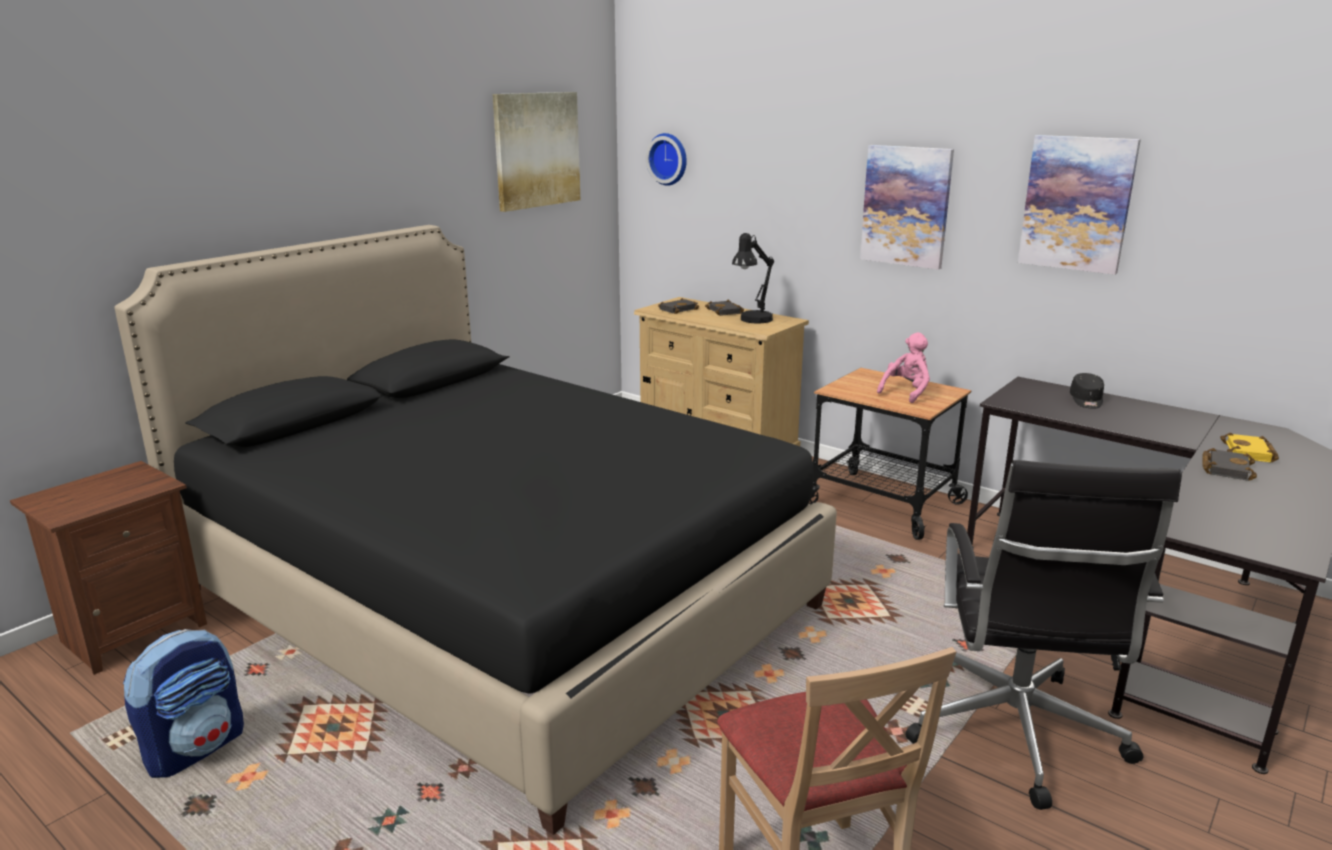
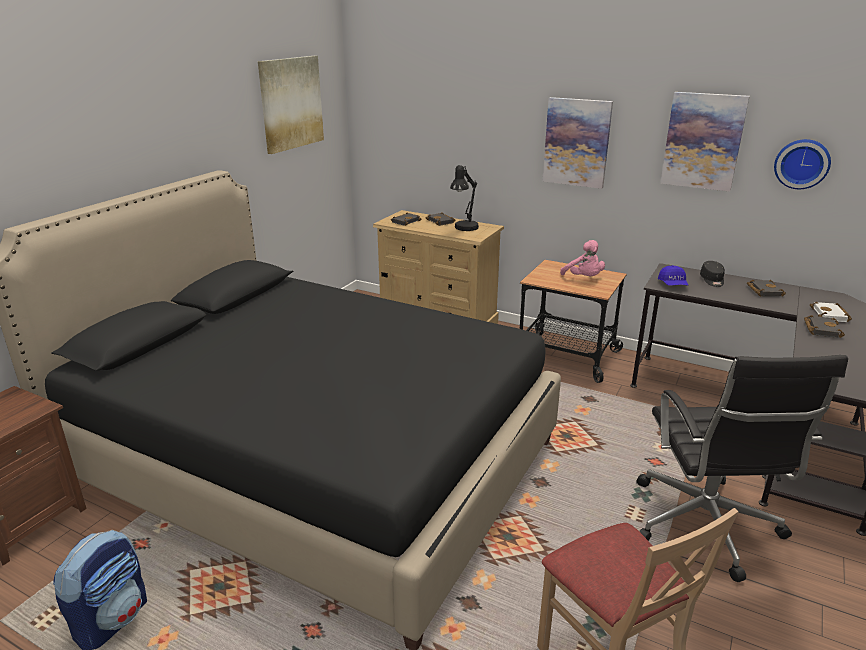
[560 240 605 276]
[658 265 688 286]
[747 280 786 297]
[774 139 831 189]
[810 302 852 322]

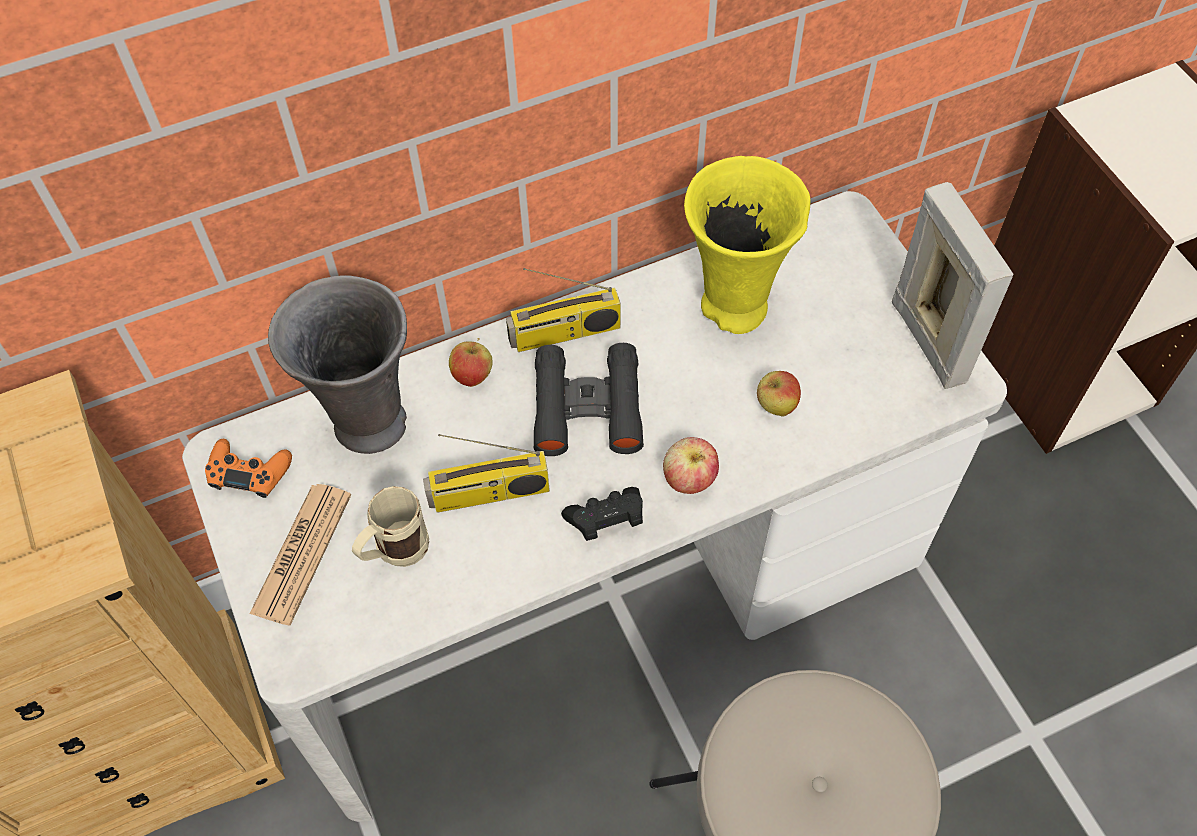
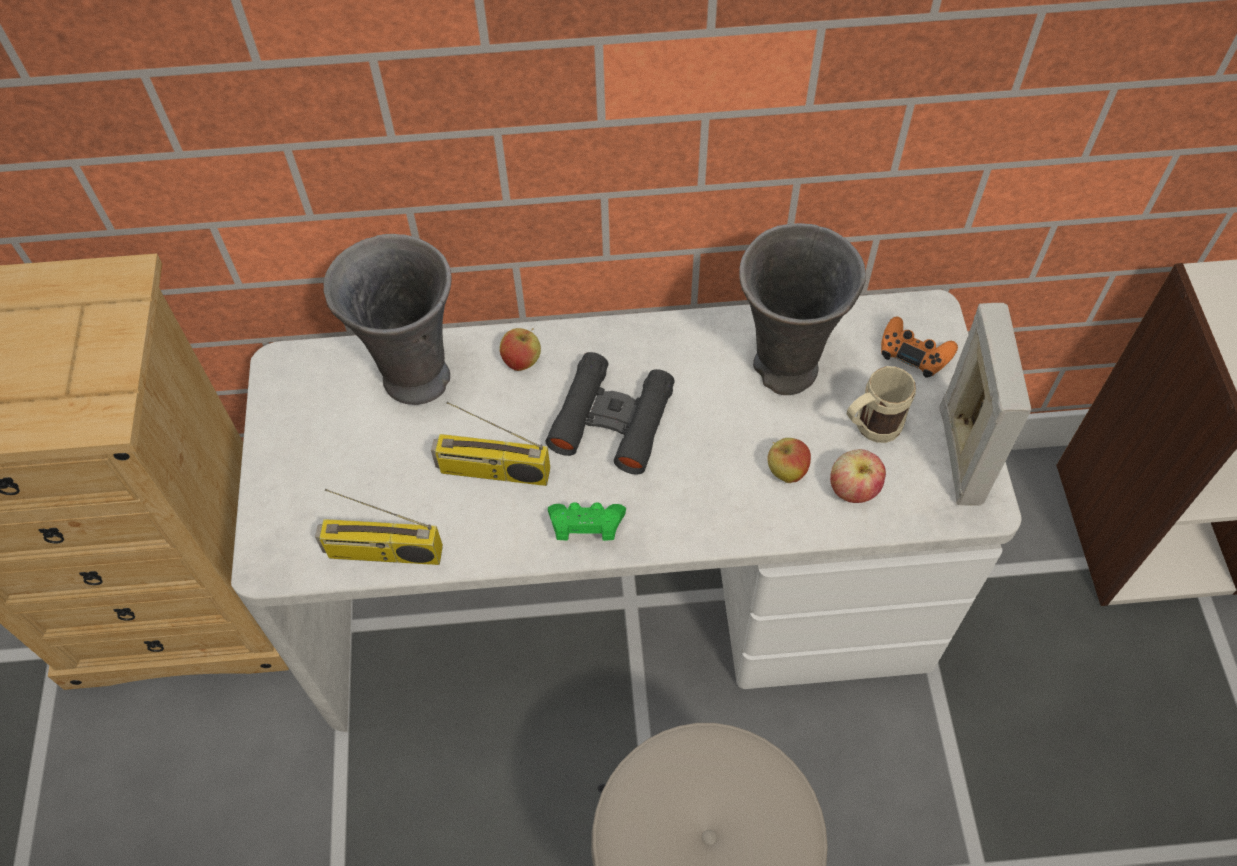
[315 489 443 565]
[548 502 626 541]
[739 223 866 395]
[830 449 886 503]
[847 366 916 443]
[881 317 958 378]
[249 484 351 625] (first image)

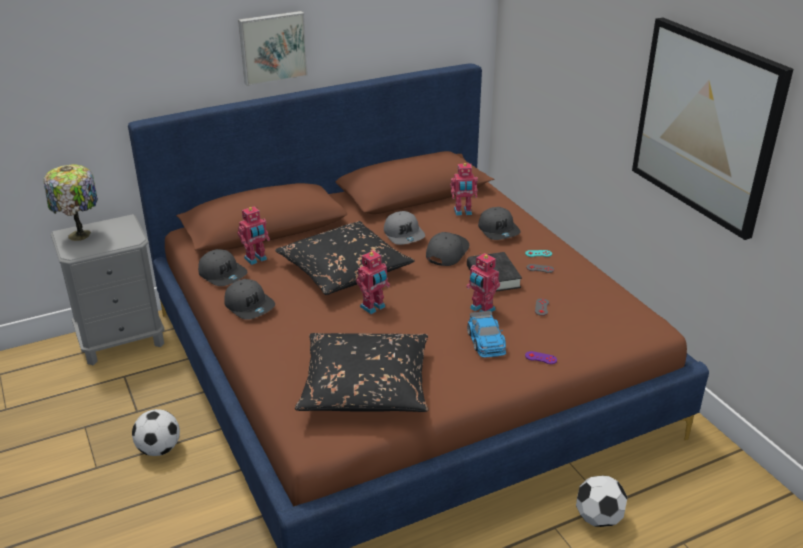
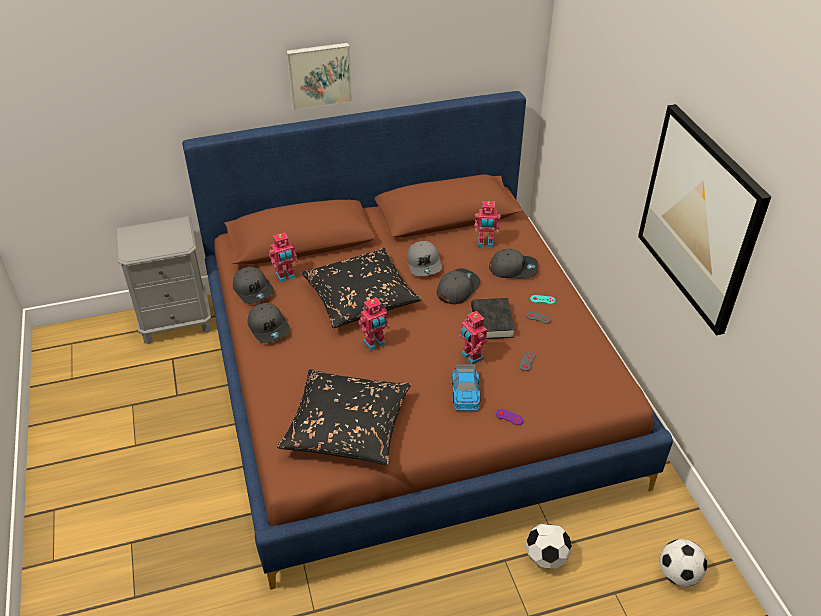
[489 248 538 279]
[660 539 707 586]
[44 164 98 241] (first image)

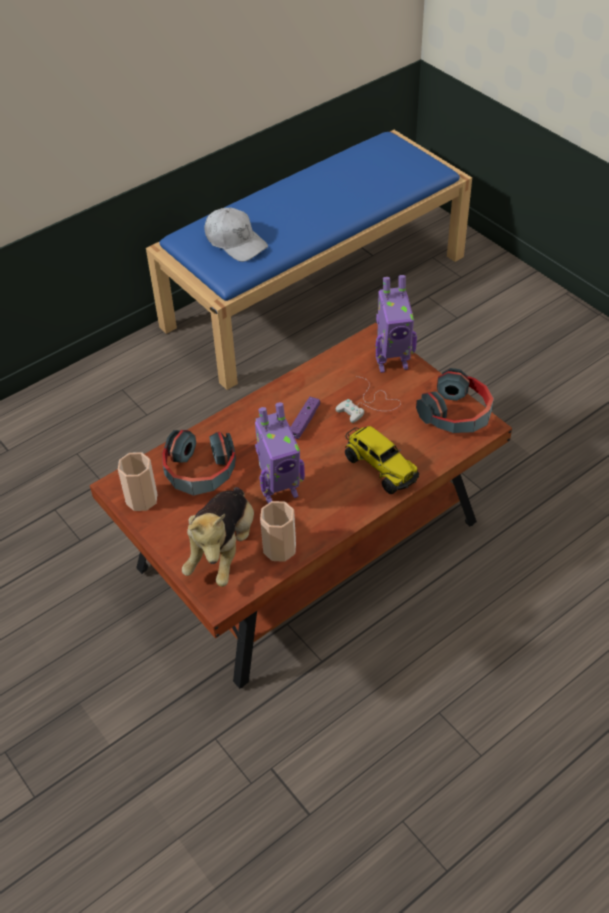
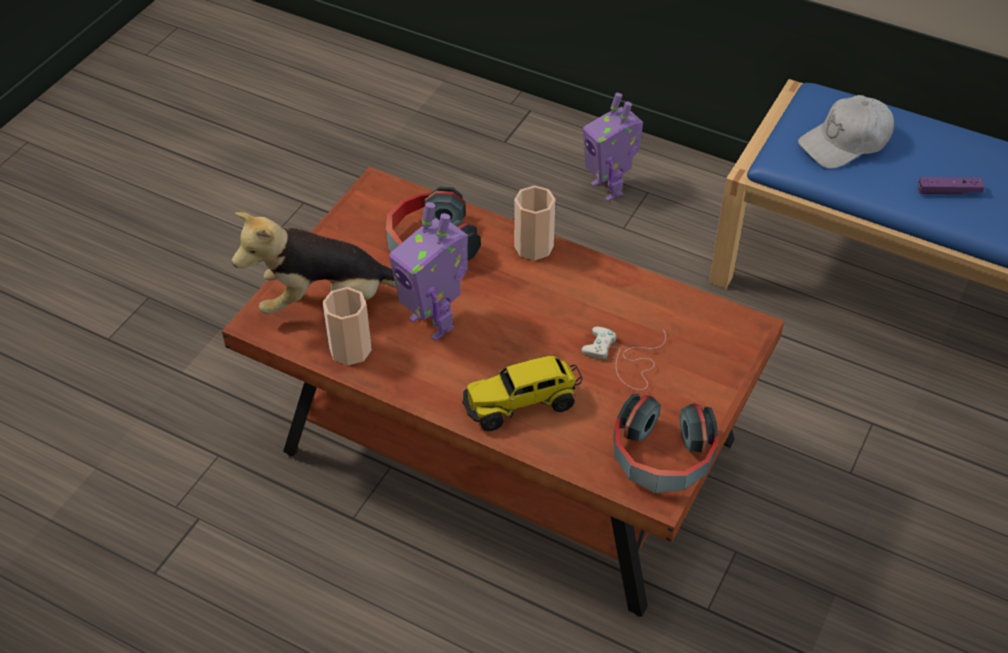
[462 356 582 431]
[514 186 555 260]
[583 92 643 201]
[798 95 894 169]
[918 177 985 194]

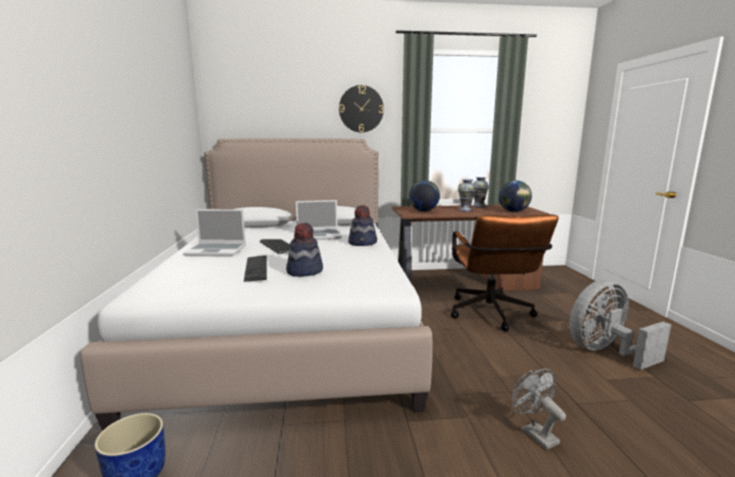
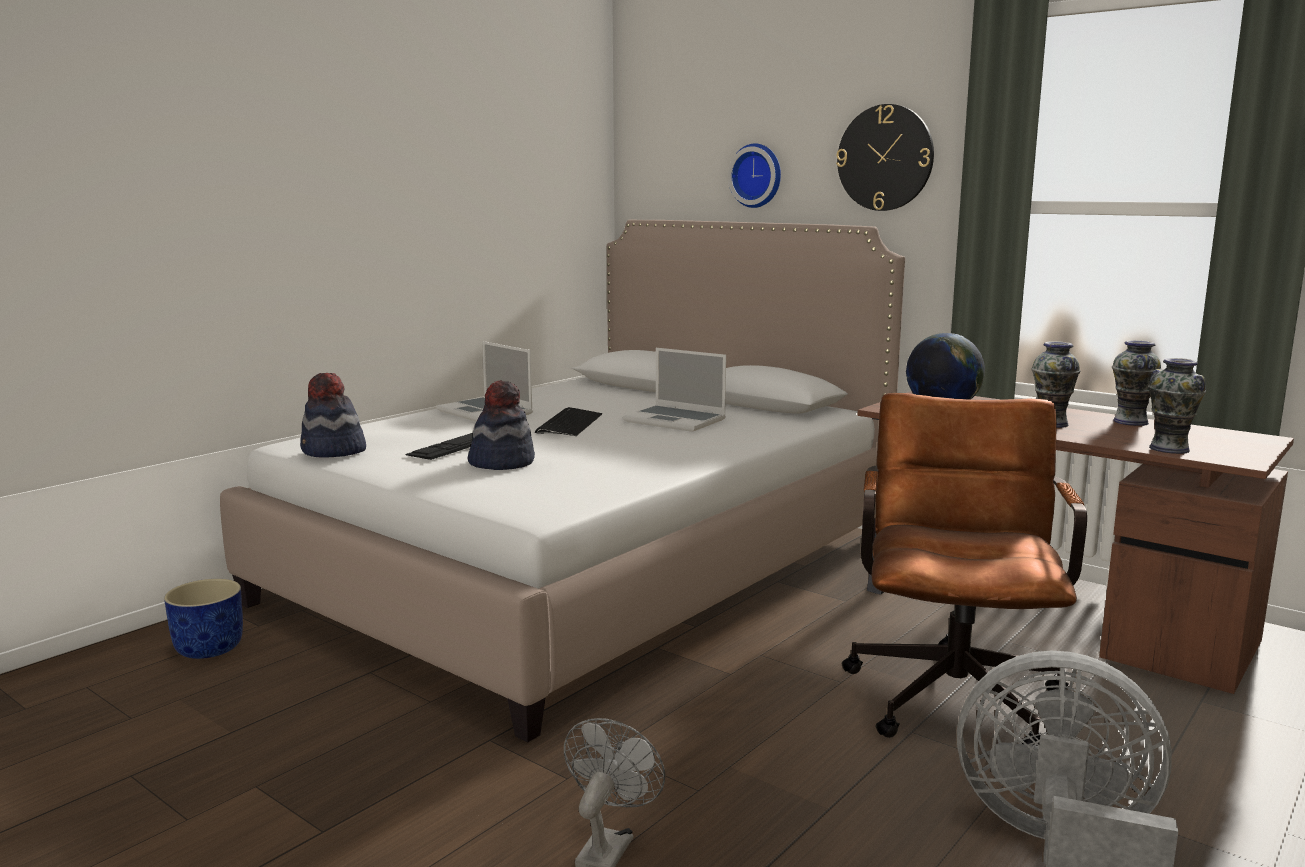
[300 373 366 457]
[728 144 781 208]
[841 393 1087 746]
[1148 358 1206 454]

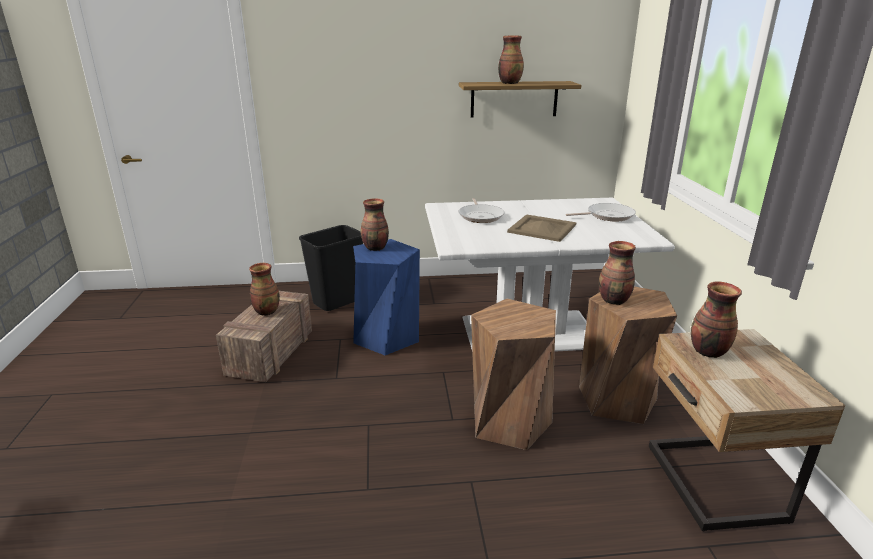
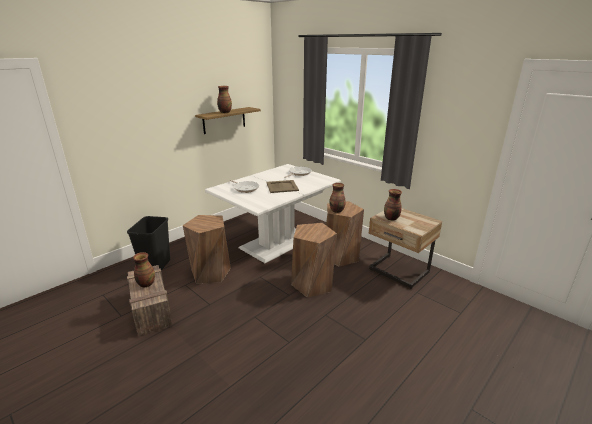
[183 215 231 284]
[361 198 389 251] (first image)

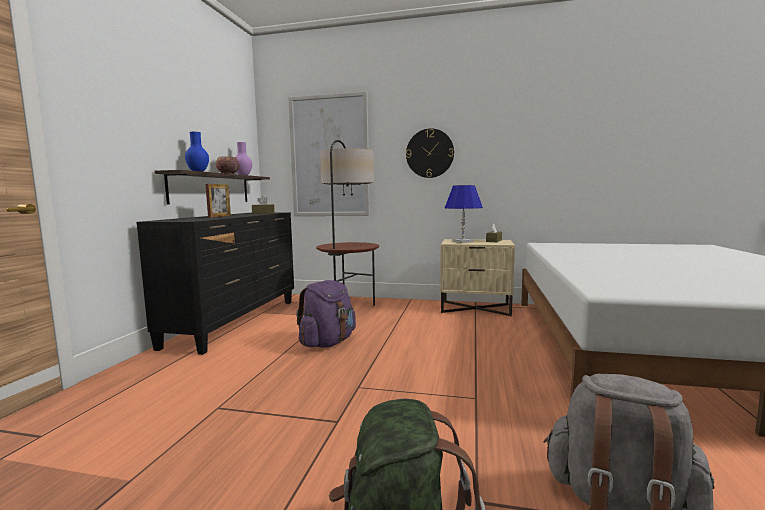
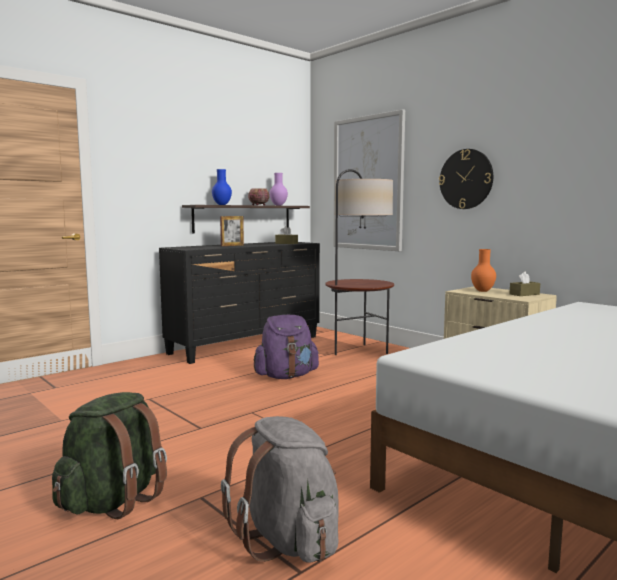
[471 249 496 292]

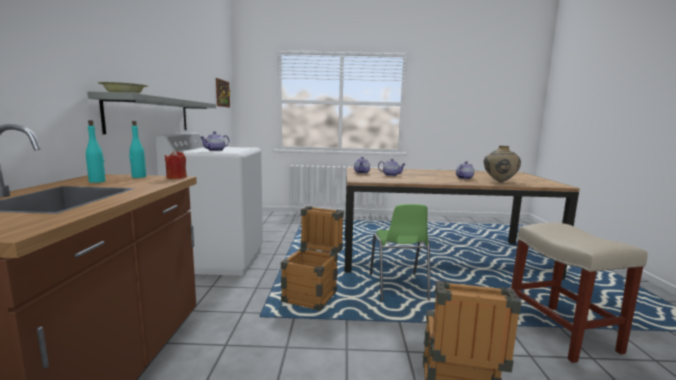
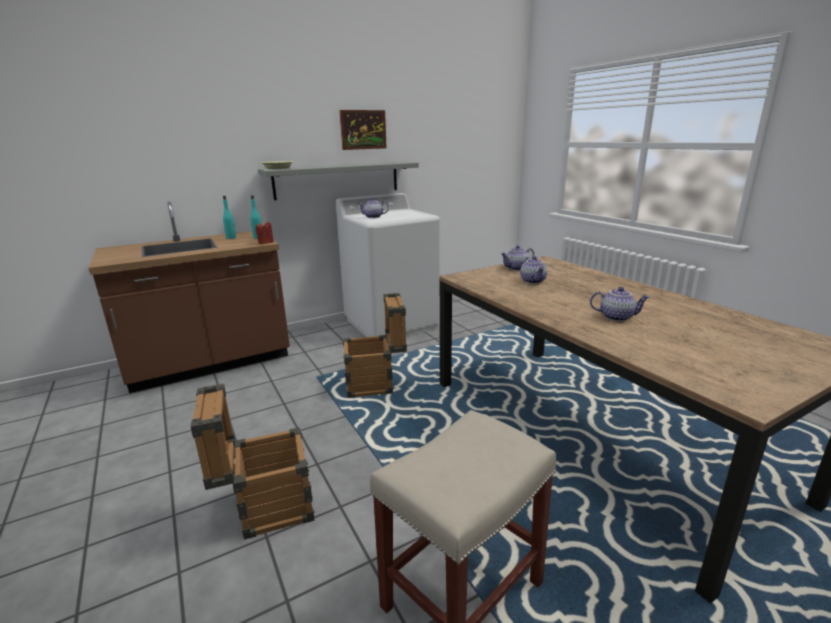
[340 110 387 150]
[370 204 430 301] (first image)
[484 146 521 182] (first image)

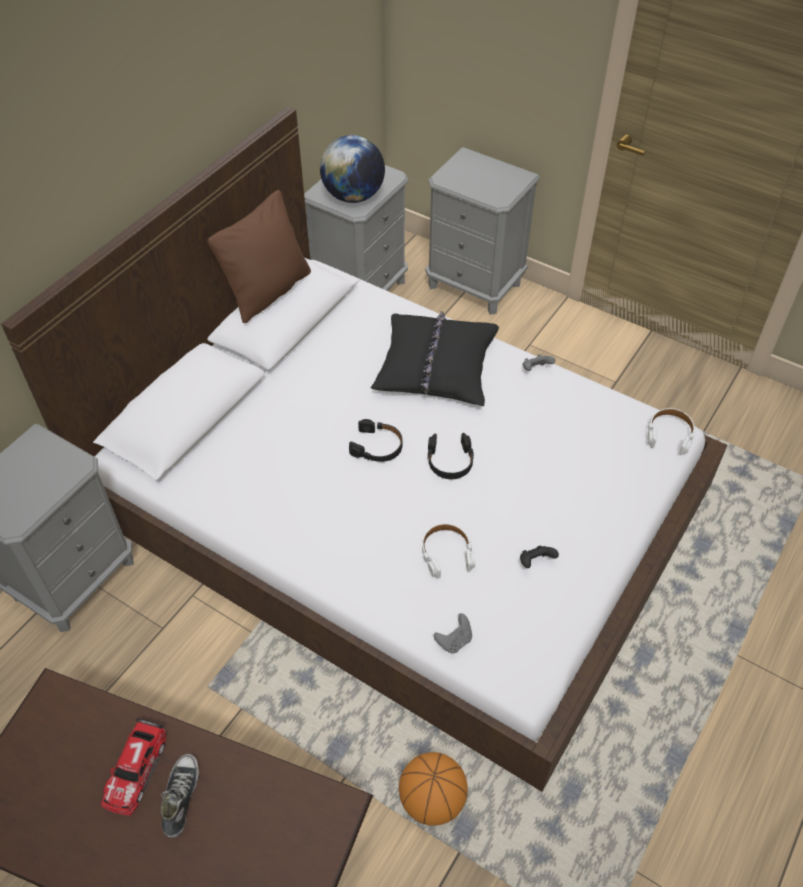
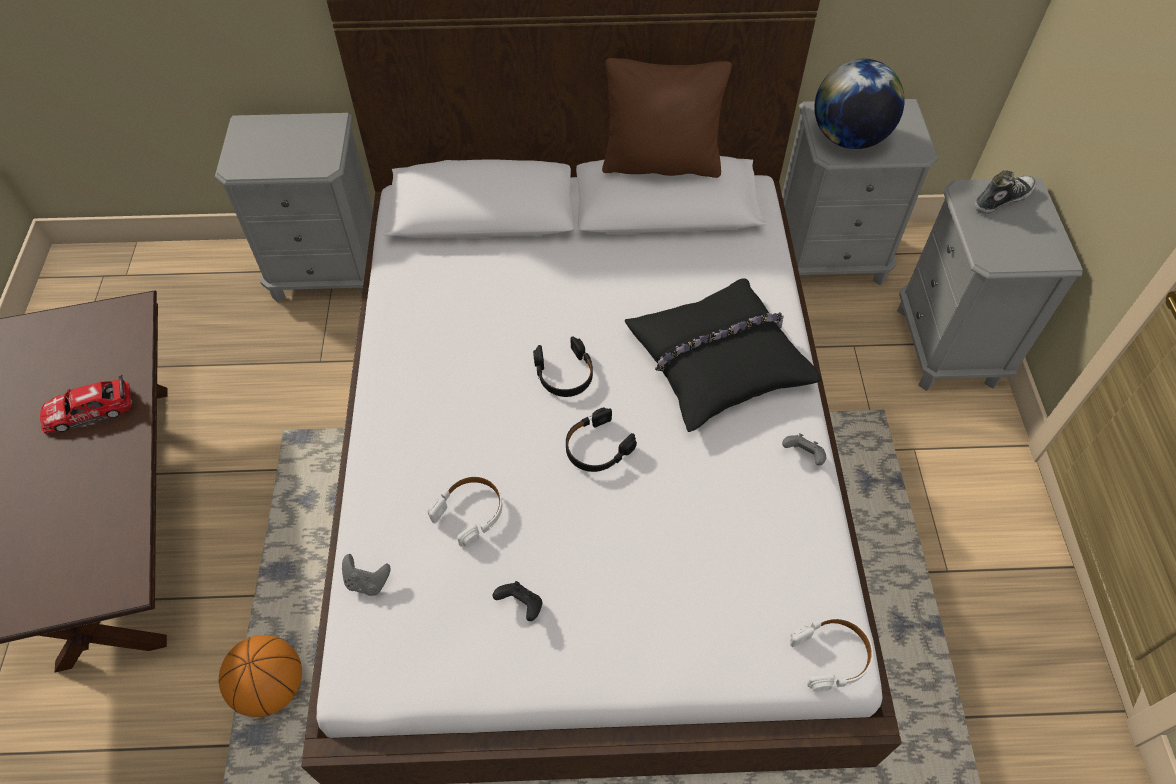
[974 170 1036 214]

